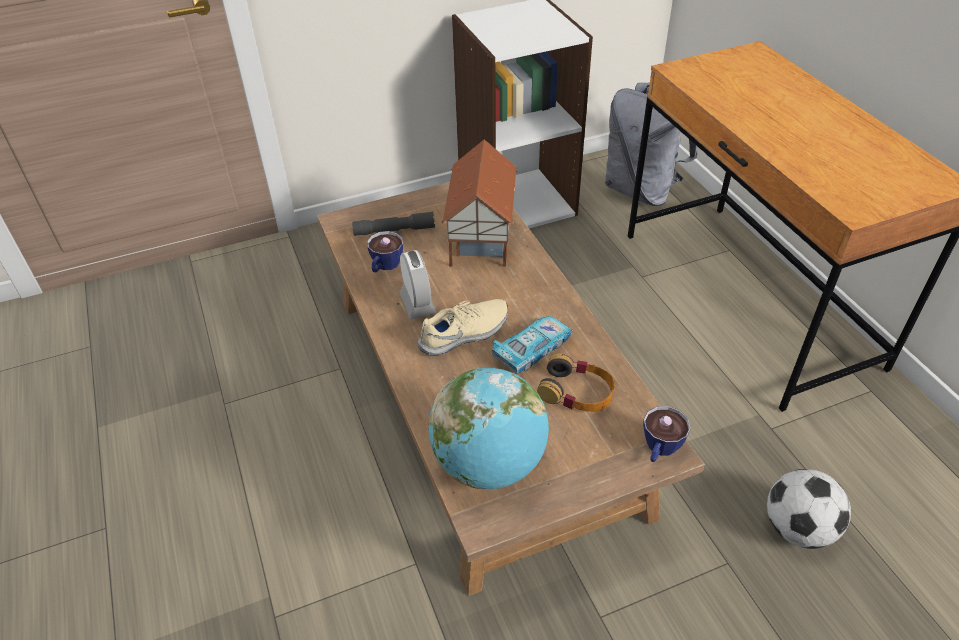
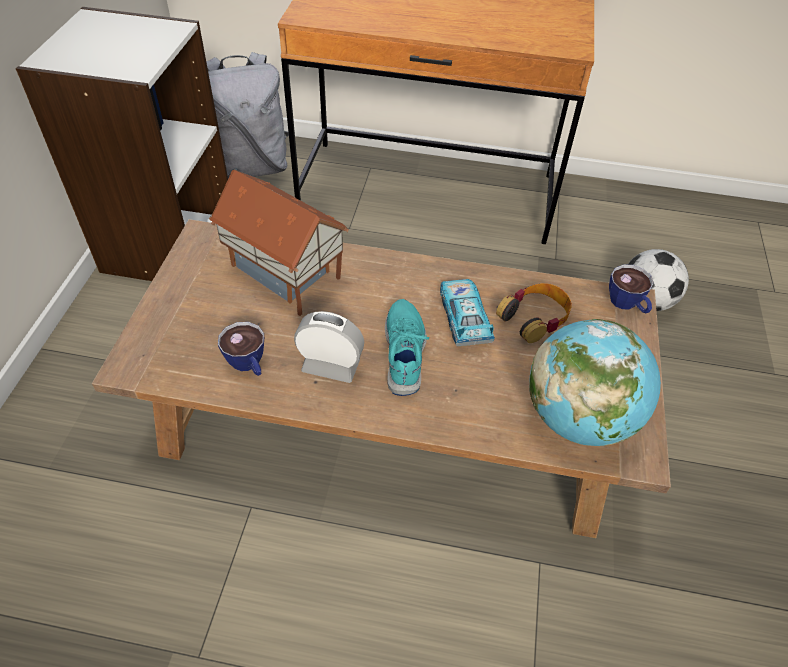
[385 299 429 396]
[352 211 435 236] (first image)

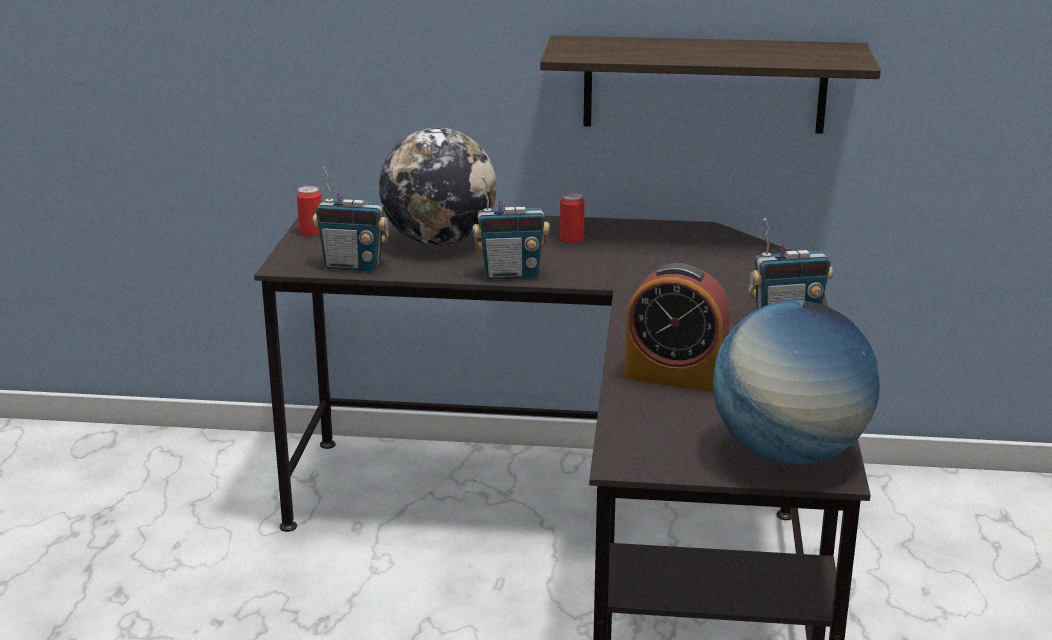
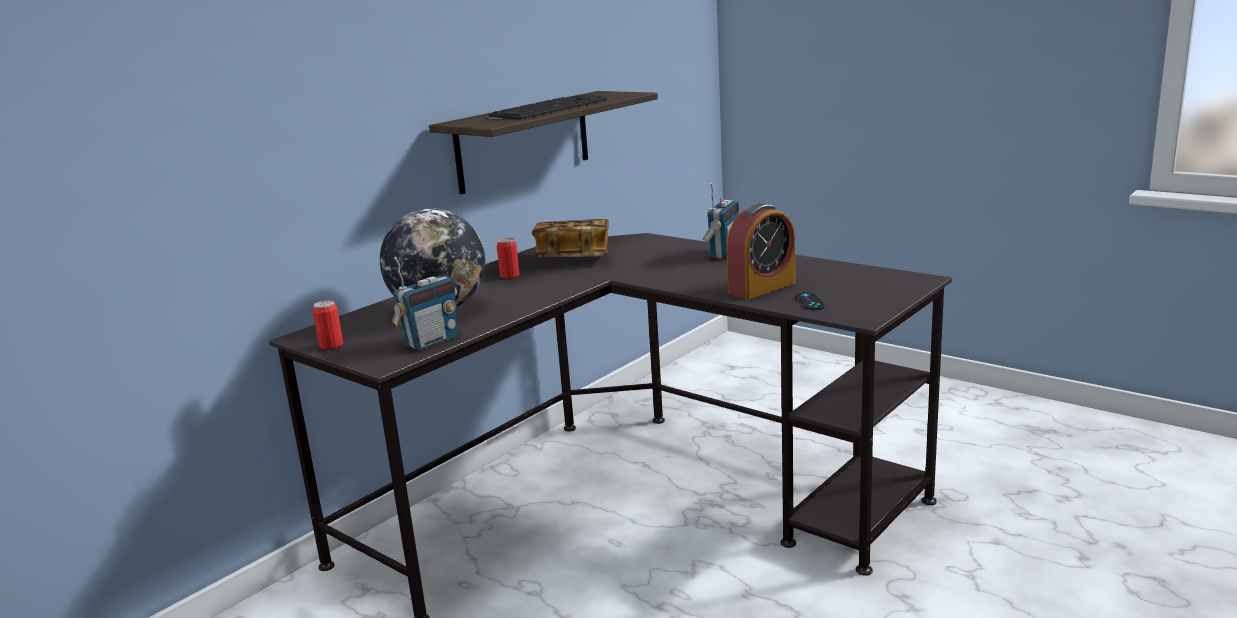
[488 94 607 120]
[532 219 609 257]
[795 292 826 310]
[473 176 550 280] (first image)
[713 300 880 465] (first image)

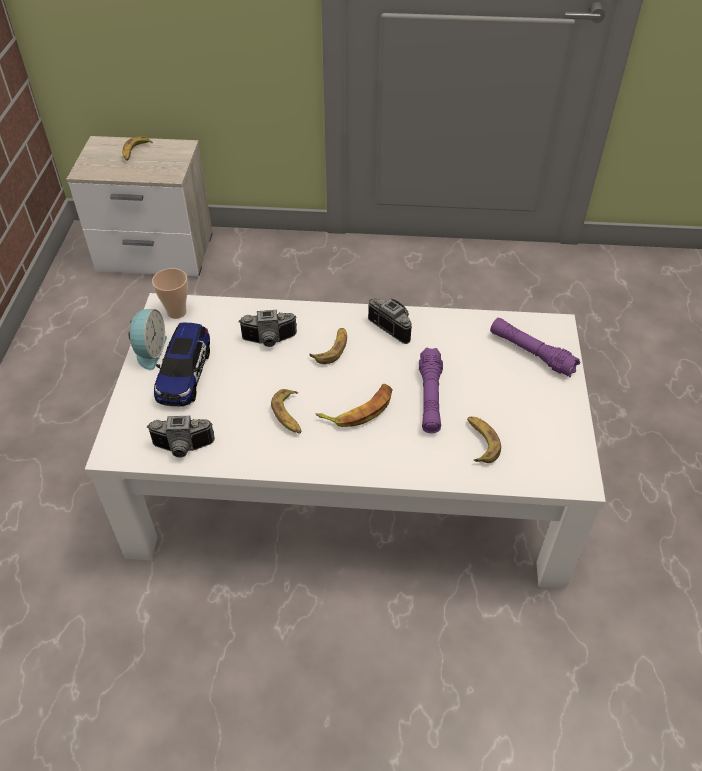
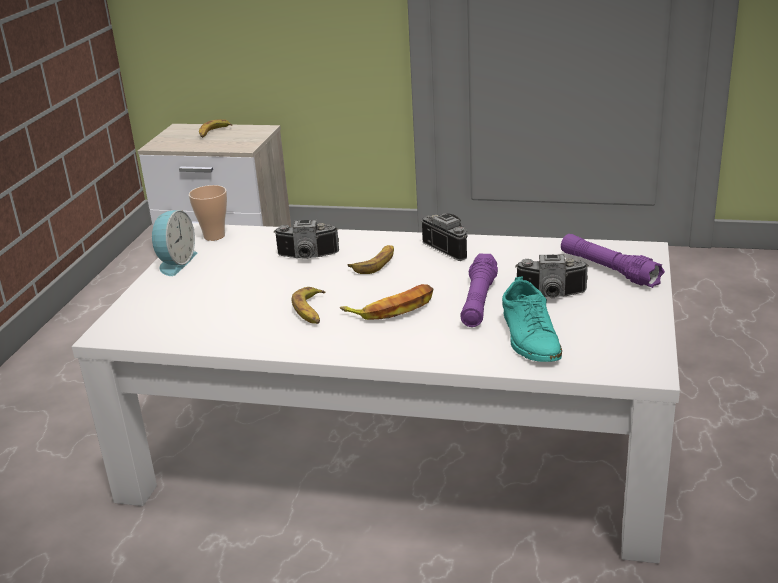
[502 276 562 362]
[516 255 589 298]
[154 323 210 407] (first image)

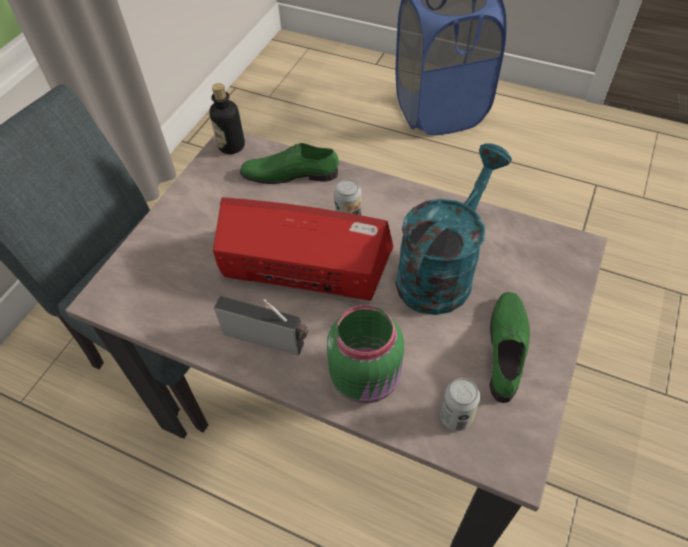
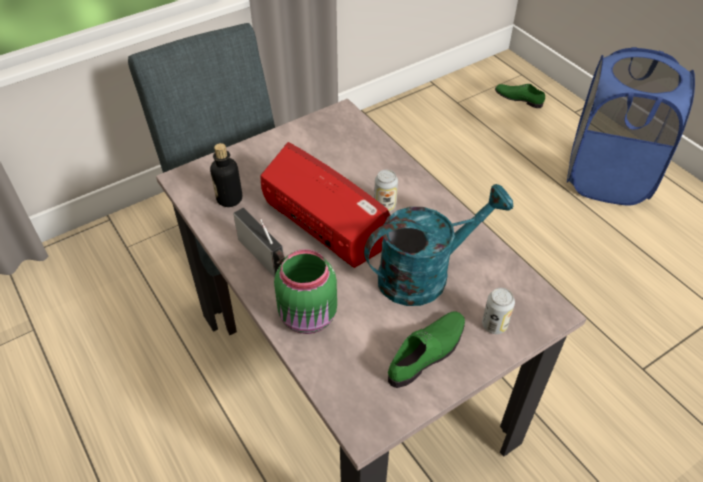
[210 143 242 207]
[482 288 515 334]
[495 84 545 108]

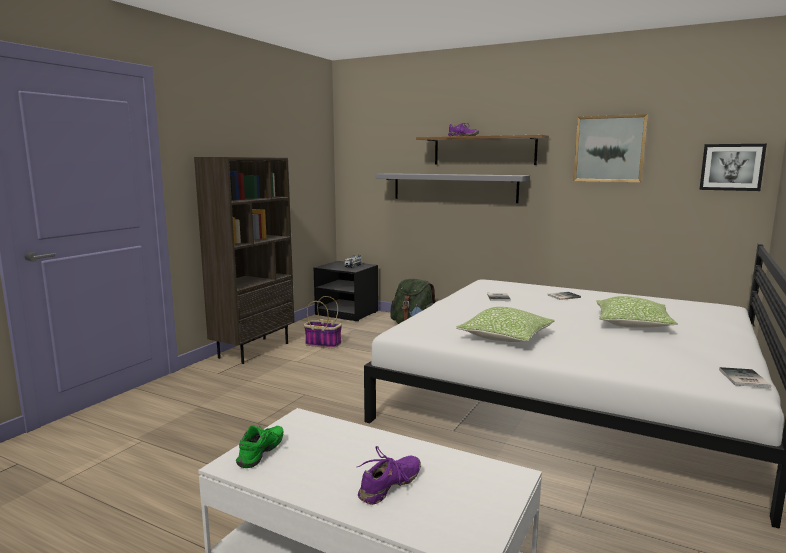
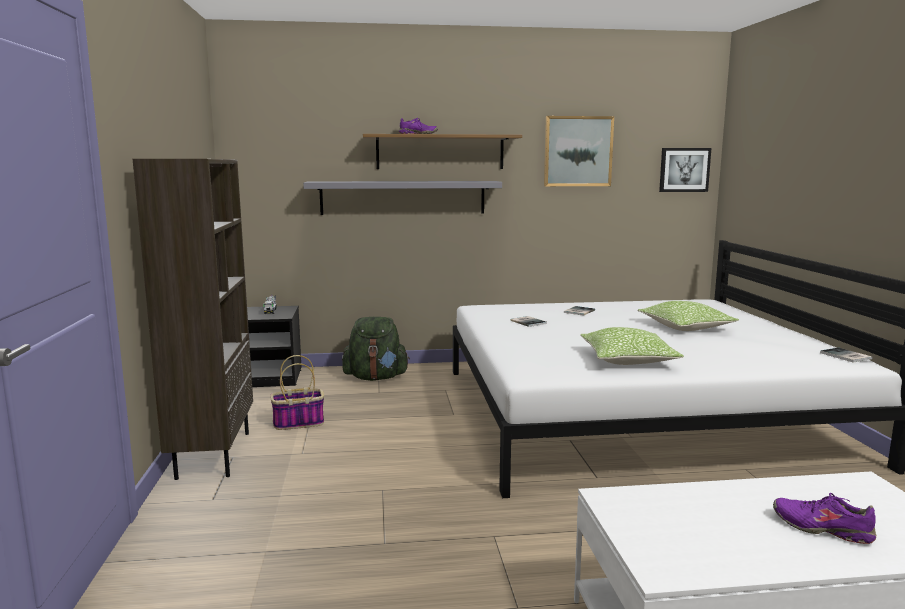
[773 493 877 544]
[236 424 283 468] (first image)

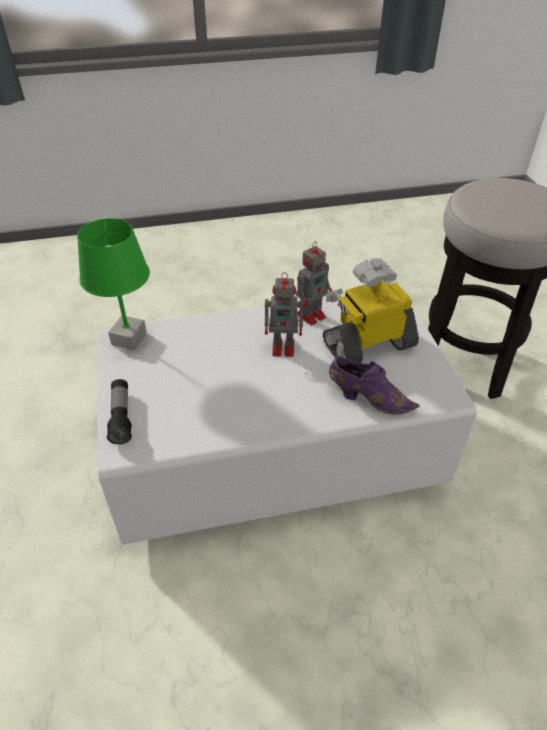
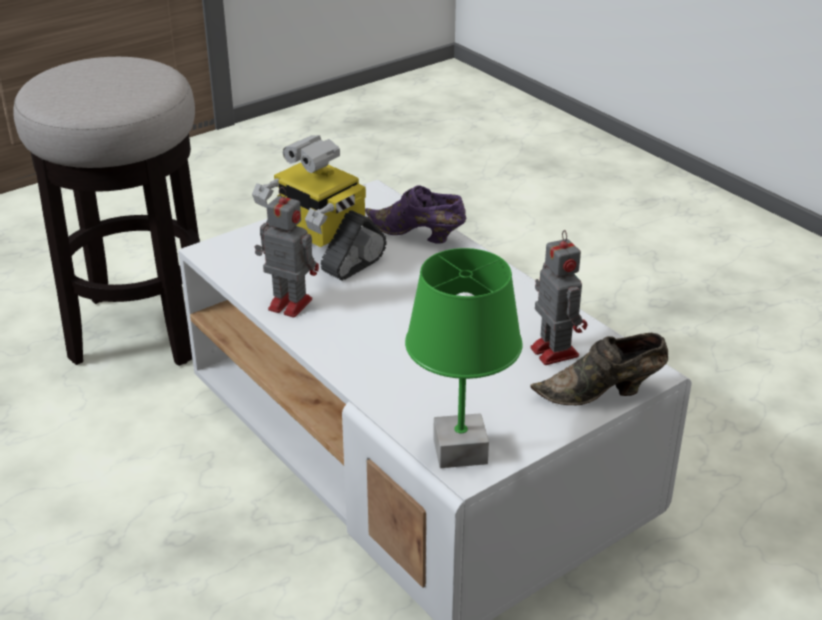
[365 185 466 244]
[530 230 587 365]
[530 333 668 405]

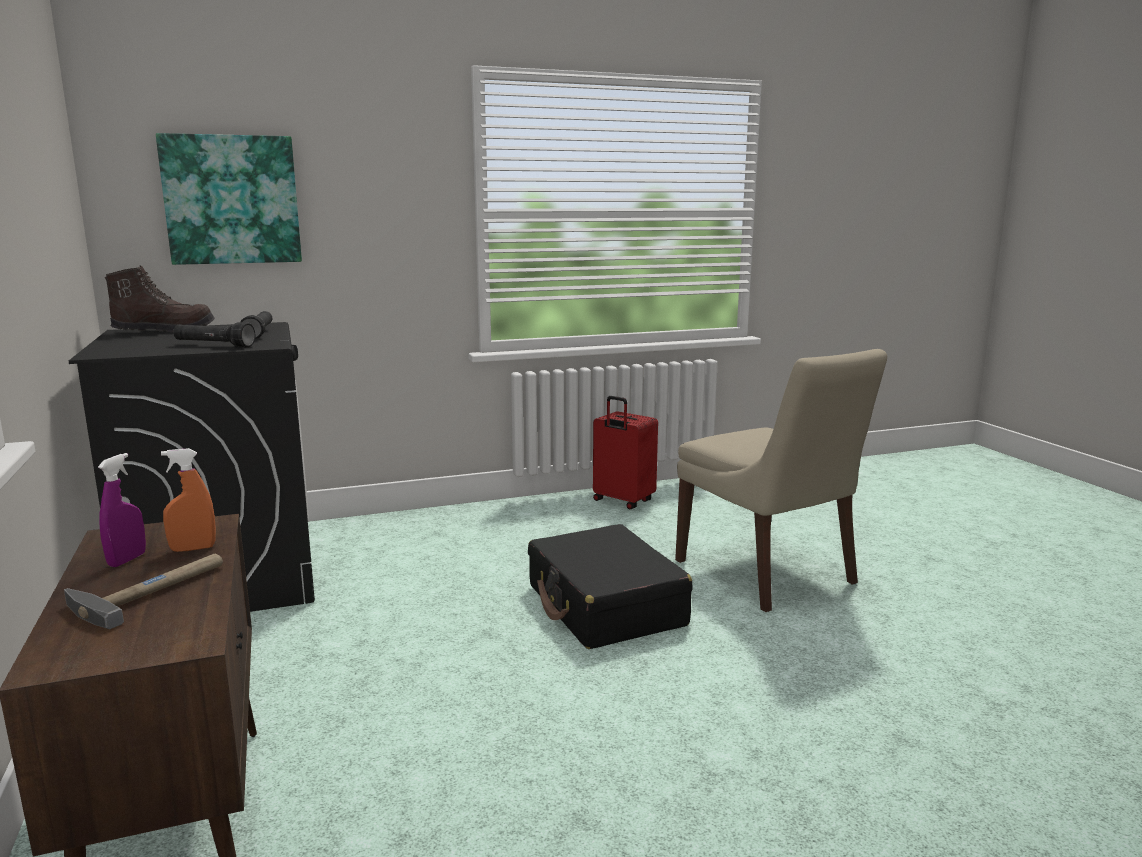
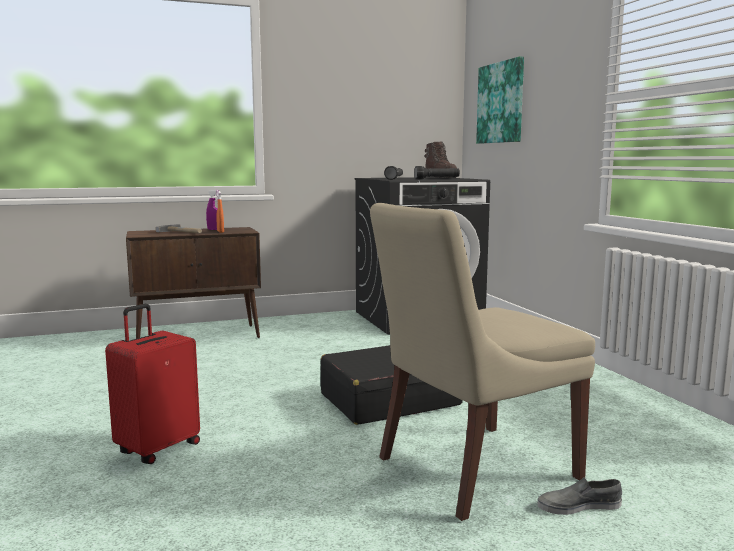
[105 304 200 464]
[537 477 622 515]

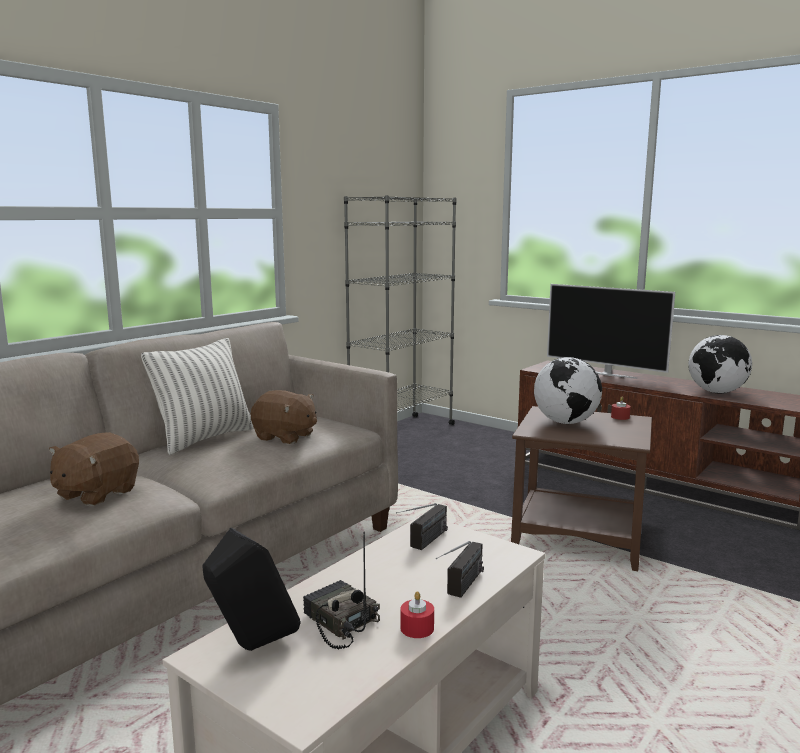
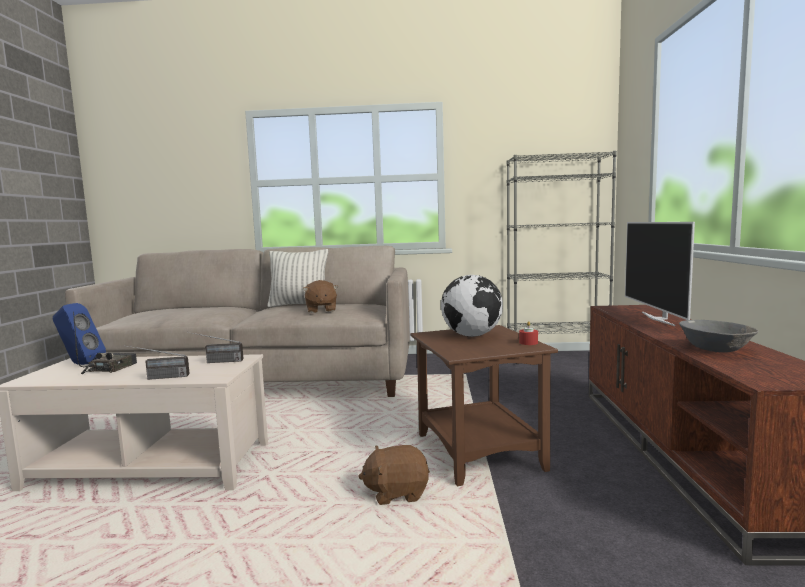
[53 303 106 365]
[358 445 430 505]
[679 320 759 352]
[400 591 434 638] (first image)

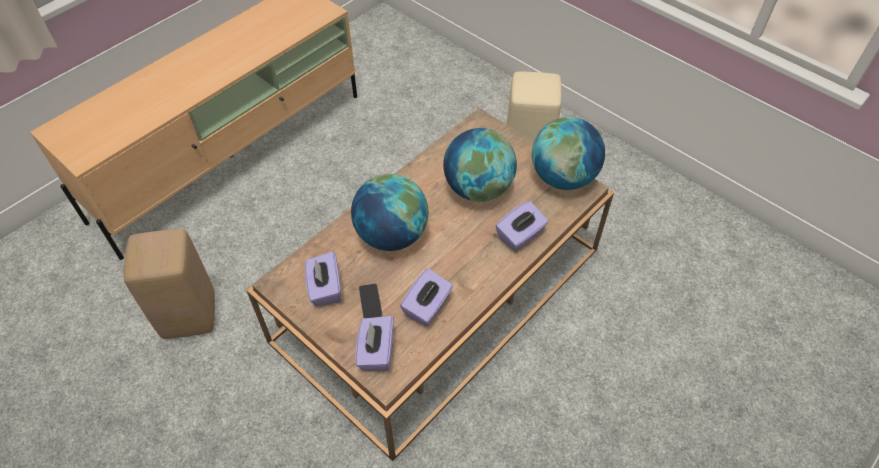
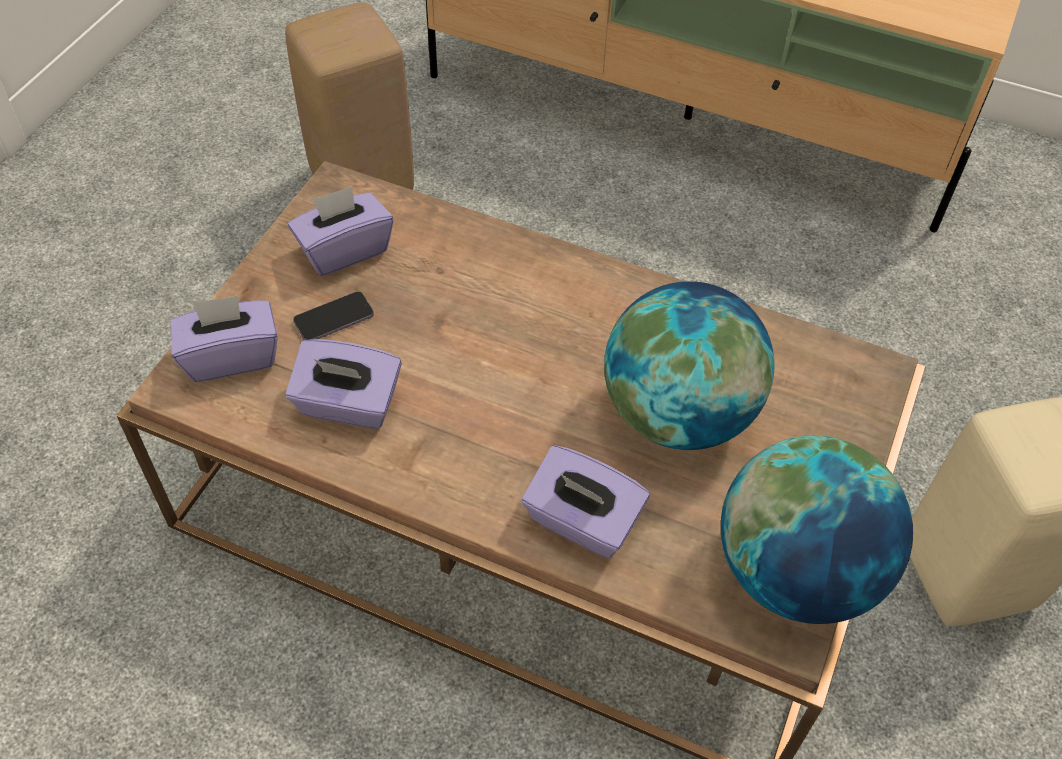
[351 174 428 251] (first image)

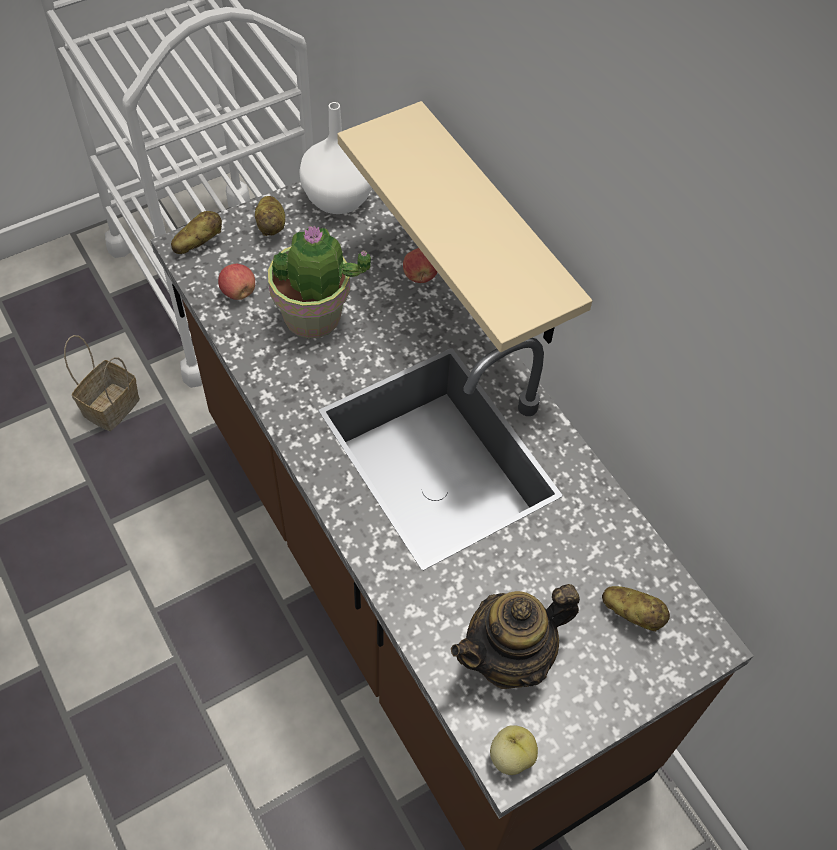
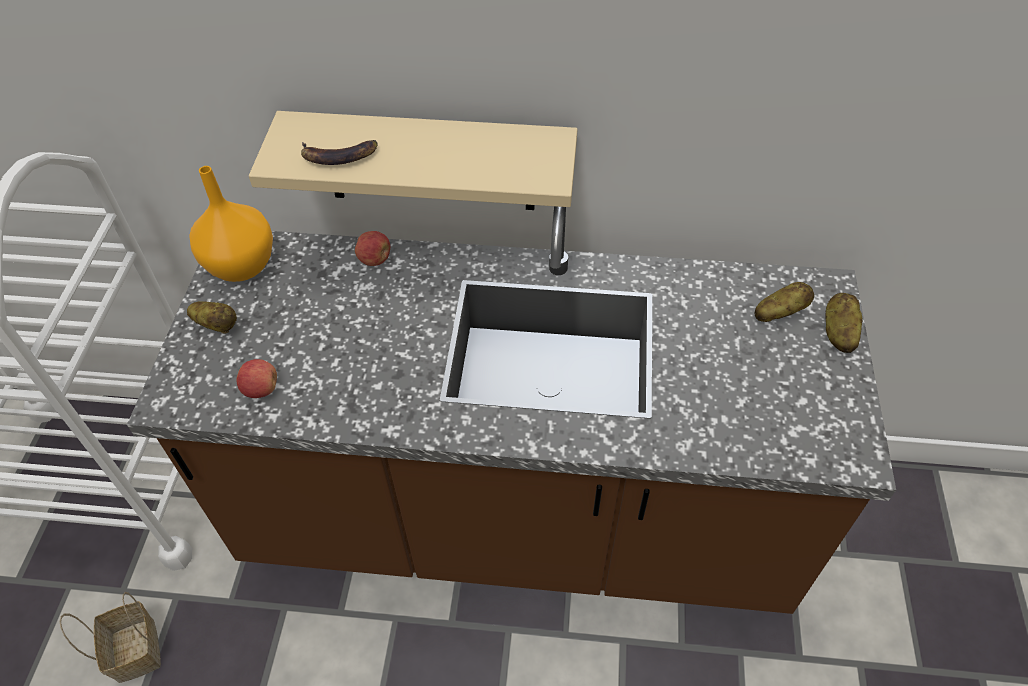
[189 166 273 282]
[301 140 378 165]
[826 293 862 353]
[268 225 371 339] (first image)
[451 584 580 689] (first image)
[490 725 538 775] (first image)

